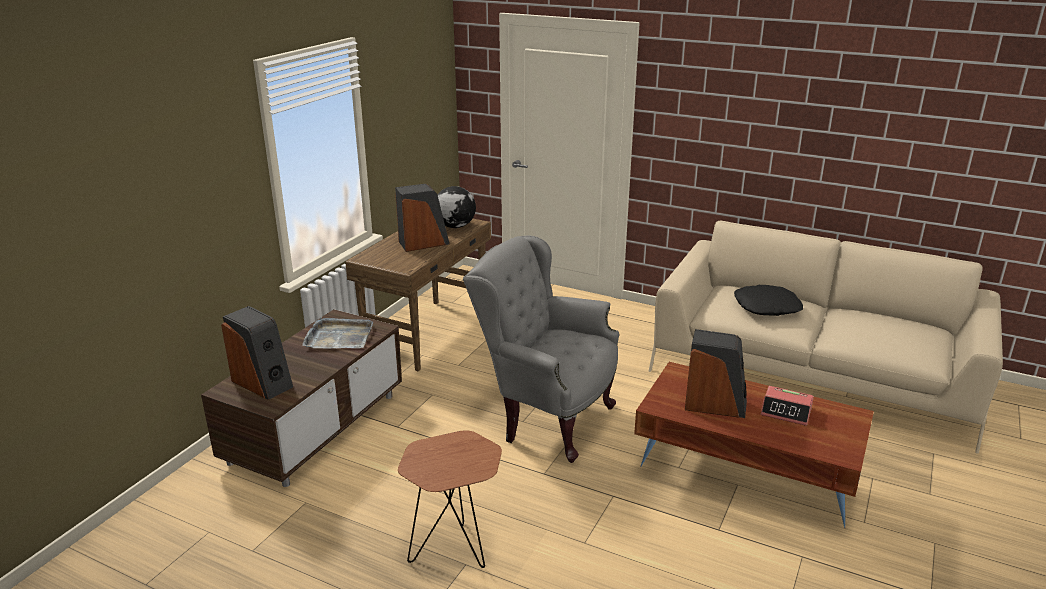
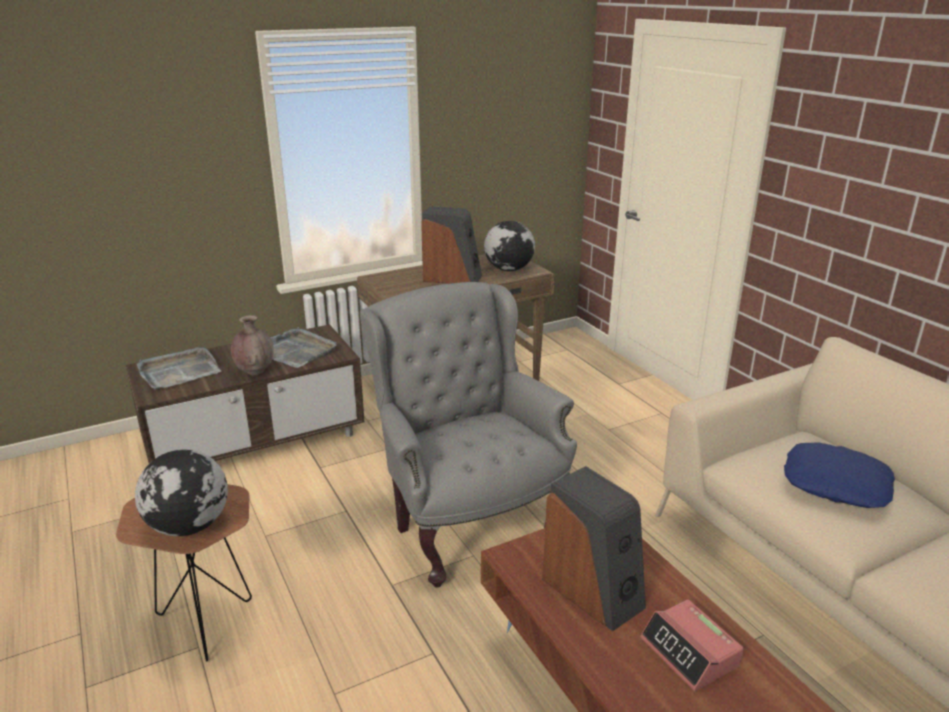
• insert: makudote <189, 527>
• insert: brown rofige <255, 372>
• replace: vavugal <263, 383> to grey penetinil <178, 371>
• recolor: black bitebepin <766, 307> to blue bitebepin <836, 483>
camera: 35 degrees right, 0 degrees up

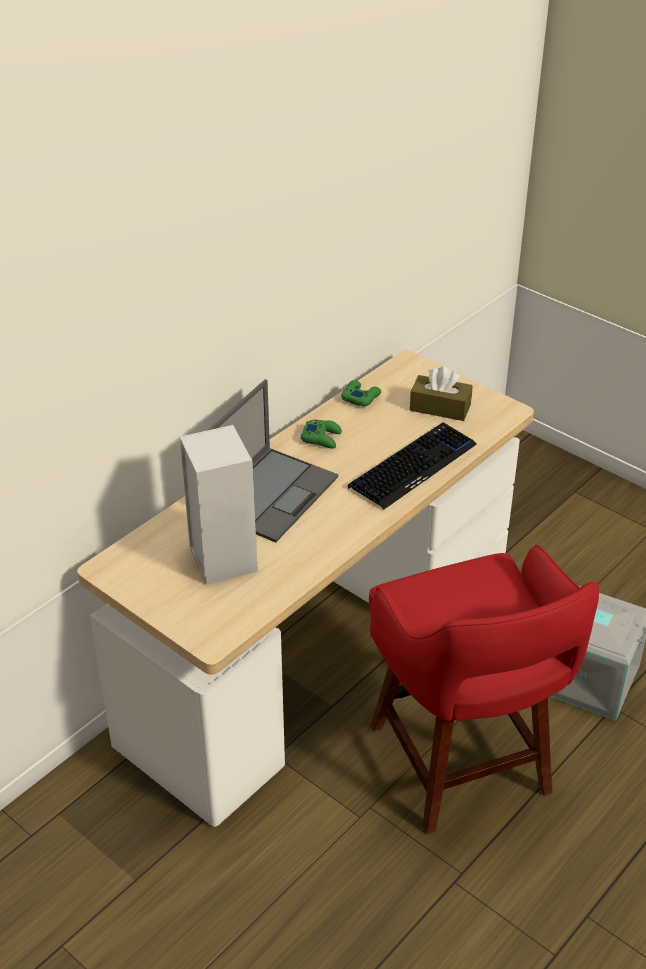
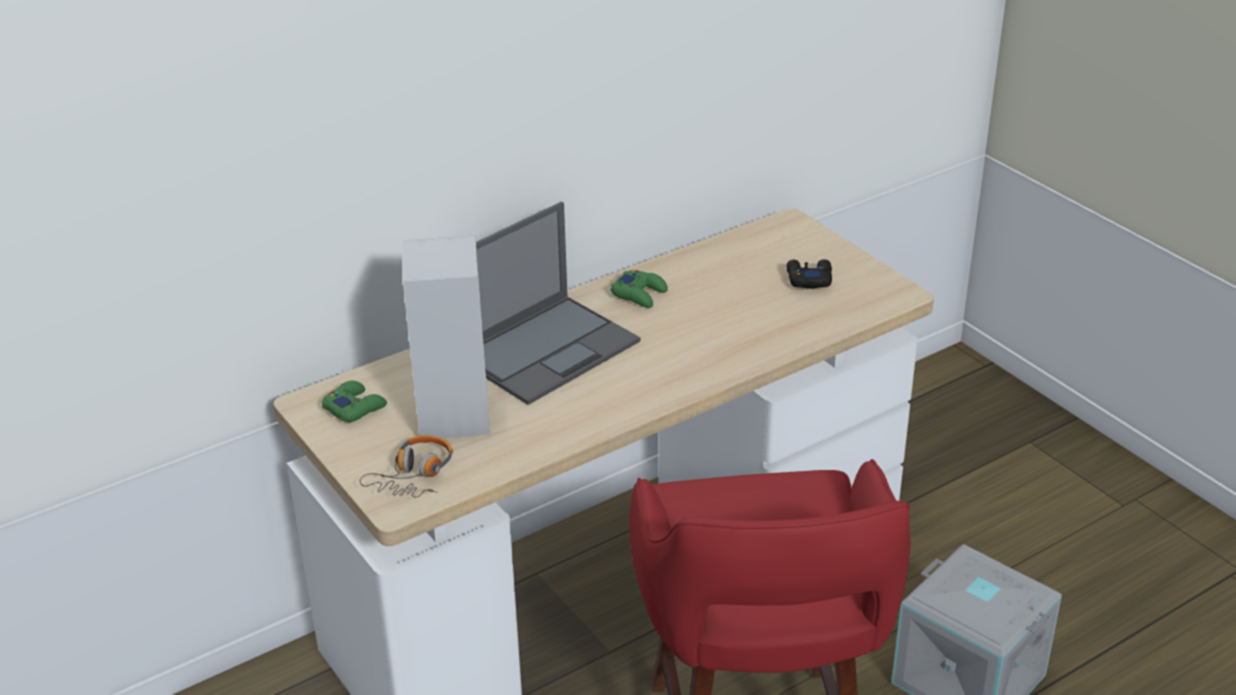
• delete: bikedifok <413, 466>
• insert: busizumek <414, 475>
• move: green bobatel <360, 397> to <354, 407>
• replace: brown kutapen <440, 407> to black bobatel <808, 279>
camera: 15 degrees right, 5 degrees down

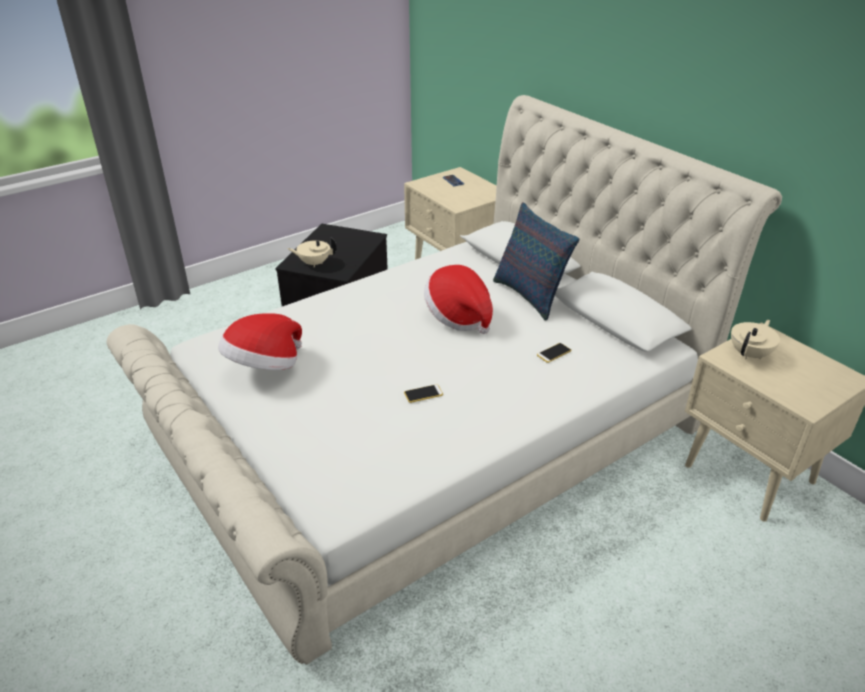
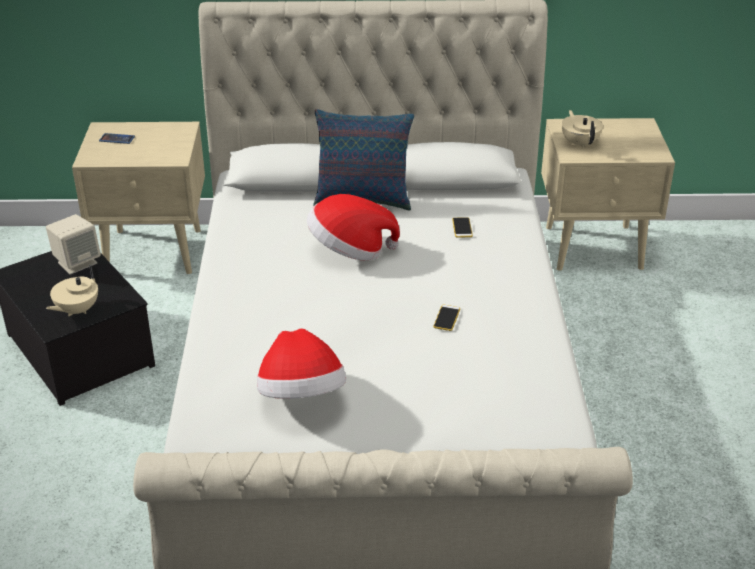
• insert: beige vavugal <77, 262>
camera: 55 degrees left, 0 degrees up

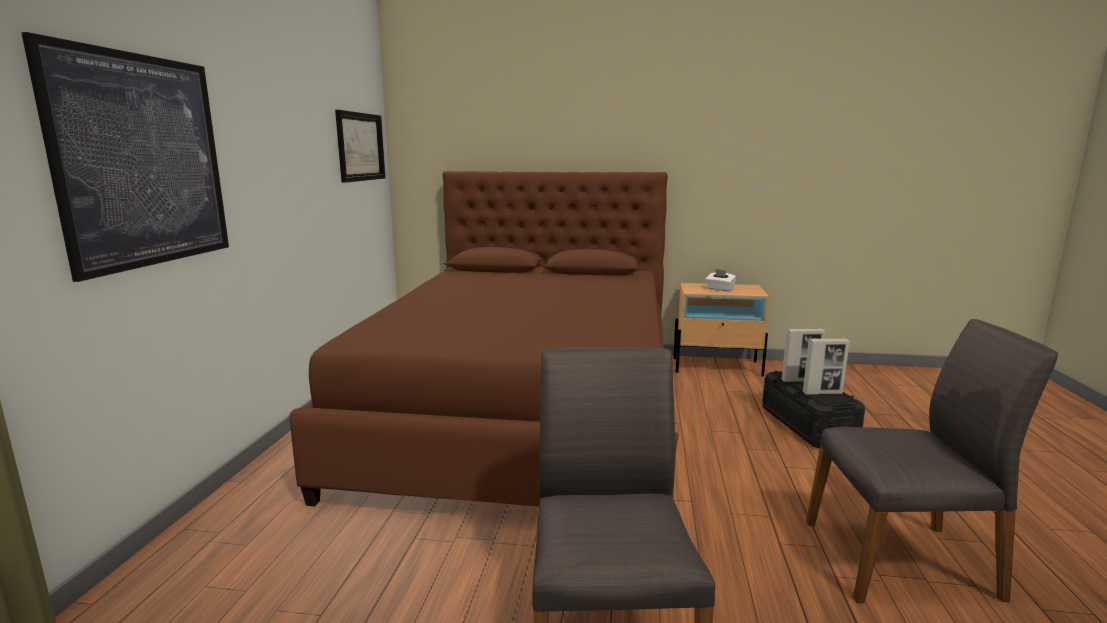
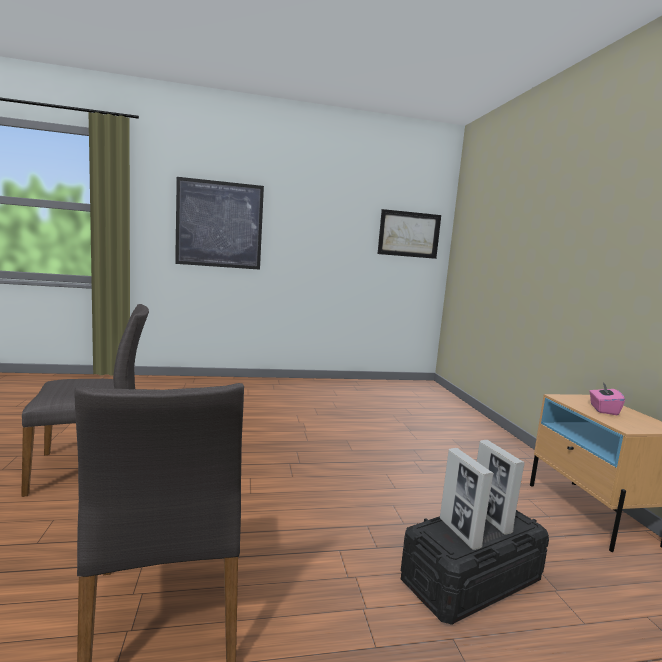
• delete: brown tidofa <527, 411>
• recolor: white kutapen <720, 289> to pink kutapen <603, 410>
camera: 70 degrees right, 5 degrees down

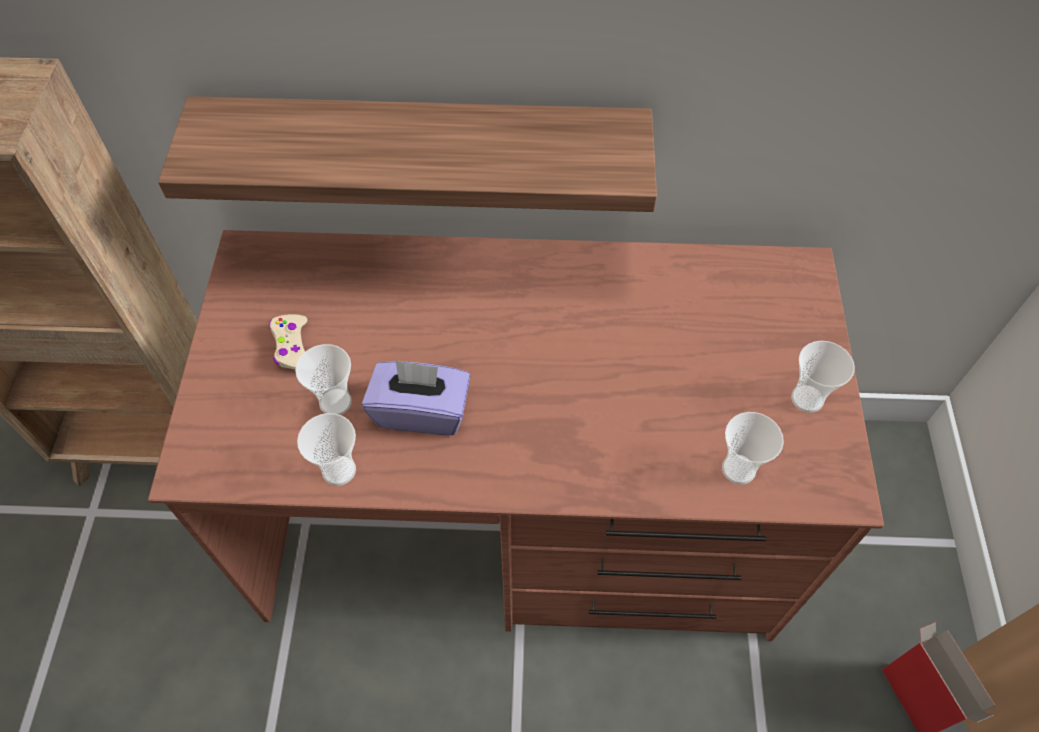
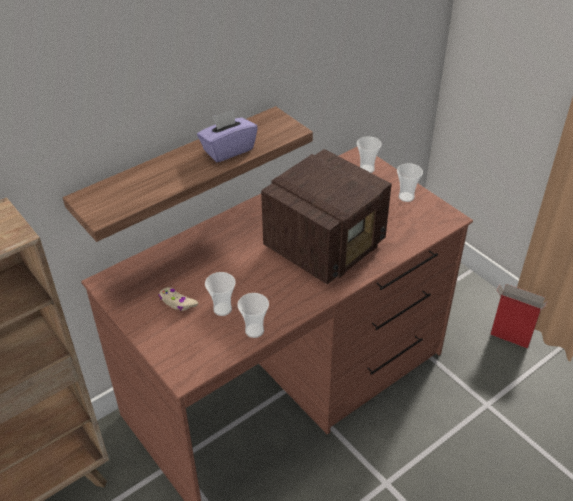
• insert: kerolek <326, 245>
• move: purple kutapen <421, 411> to <228, 150>
• move: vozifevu <738, 469> to <366, 169>
camera: 40 degrees left, 15 degrees down

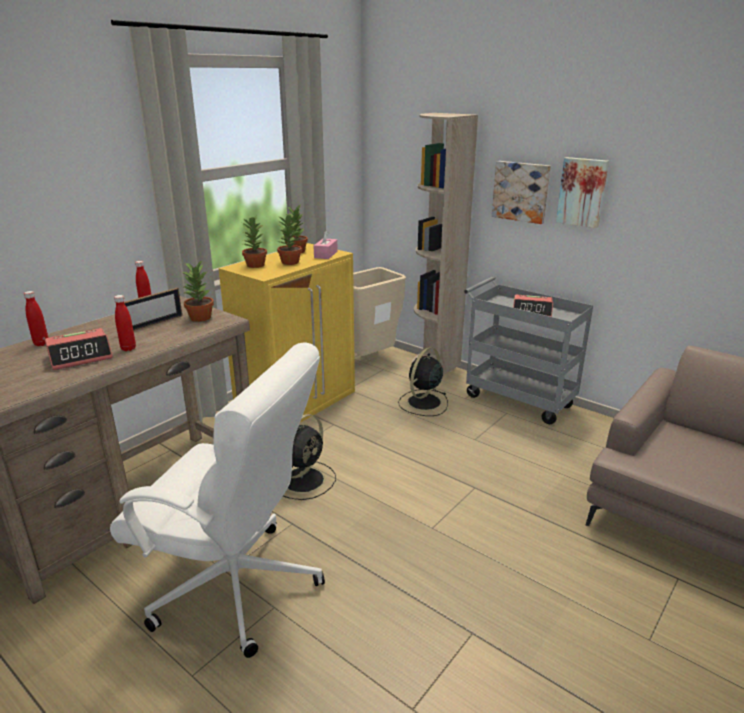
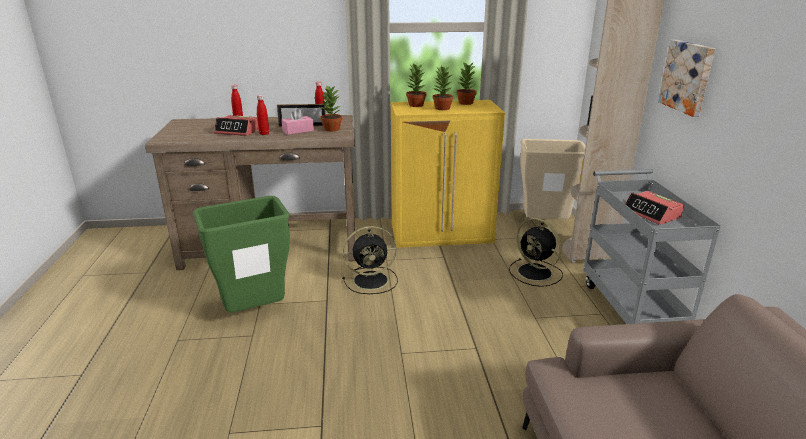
• delete: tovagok <582, 192>
• move: pink kutapen <325, 254> to <298, 131>
• replace: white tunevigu <235, 584> to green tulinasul <253, 313>
• rotate: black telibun <423, 403> = <536, 273> 120 degrees counterclockwise
camera: 45 degrees right, 0 degrees up

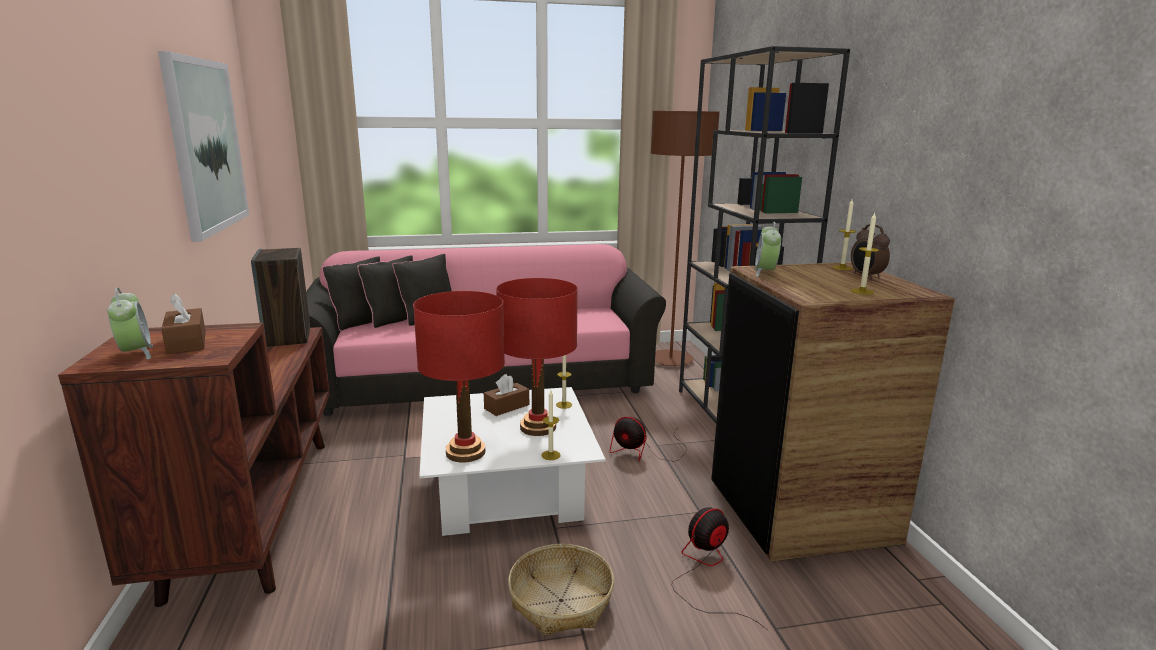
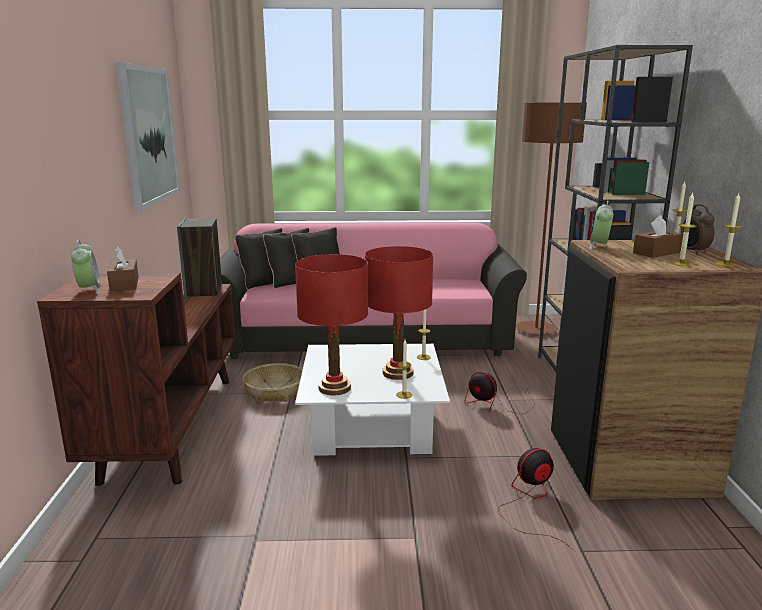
• insert: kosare <725, 264>
• move: brown kutapen <506, 407> to <656, 252>
• move: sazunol <561, 601> to <274, 391>
camera: 10 degrees right, 0 degrees up

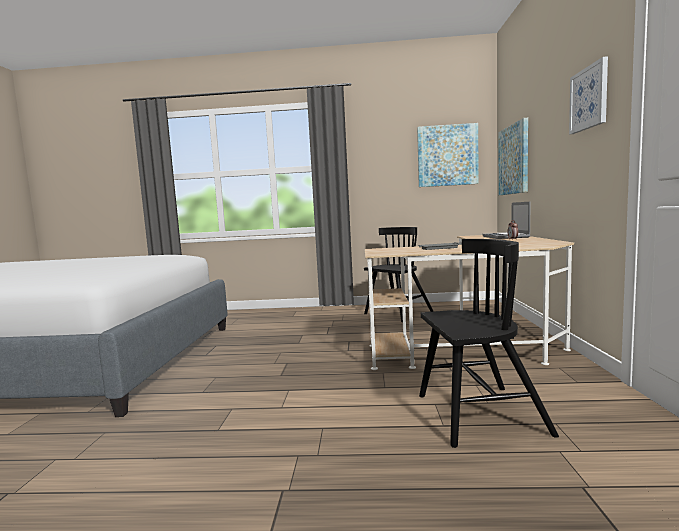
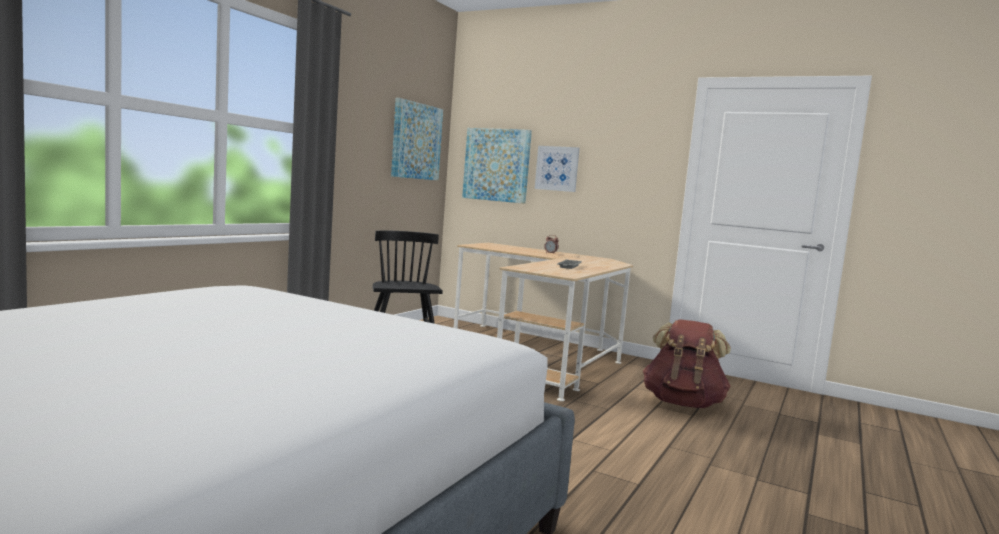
• delete: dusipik <506, 237>
• move: tovagok <589, 98> to <557, 168>
• replace: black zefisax <473, 414> to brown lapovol <683, 403>
camera: 65 degrees left, 0 degrees up

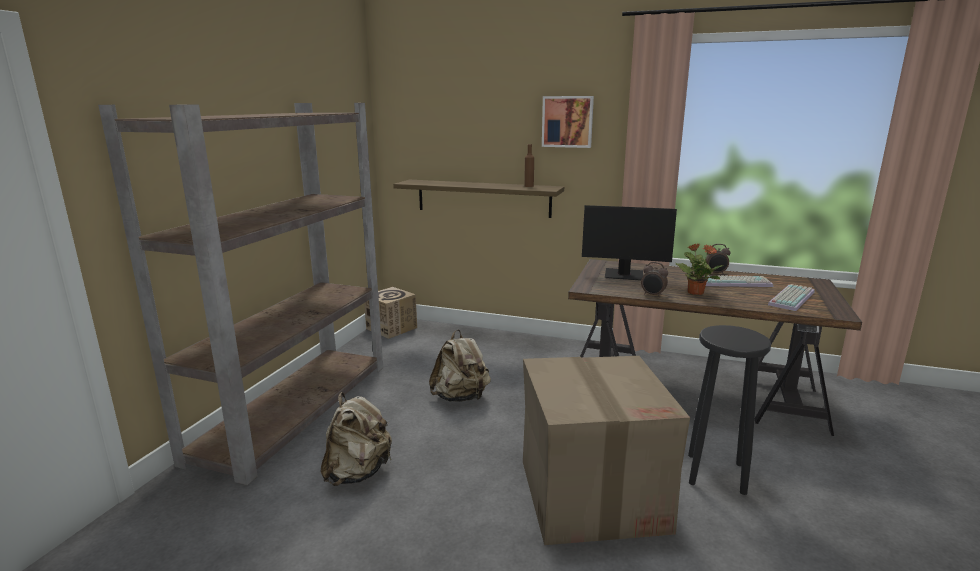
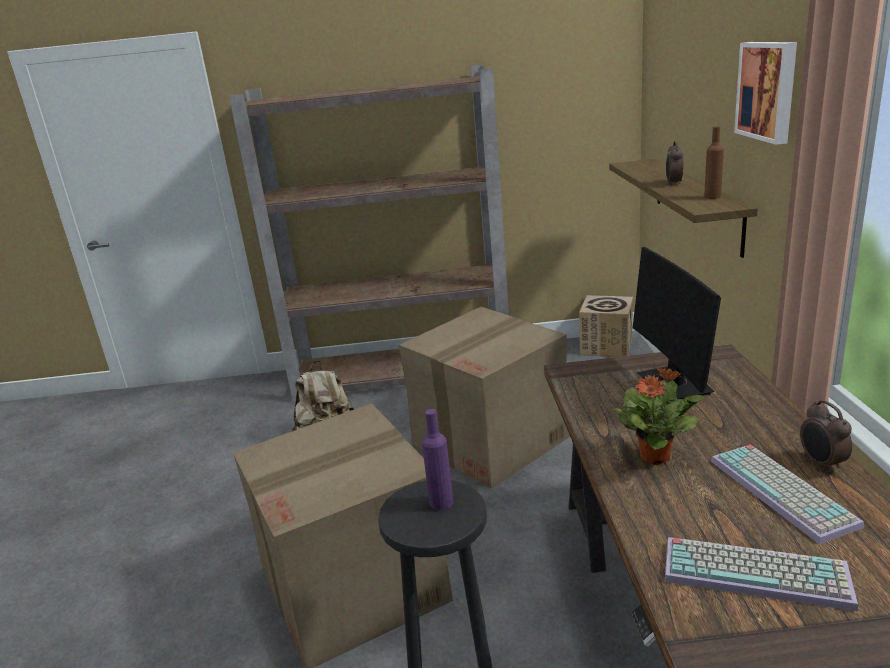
• insert: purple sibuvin <441, 502>
• move: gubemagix <653, 295> to <673, 183>
• replace: beige lapovol <461, 397> to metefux <491, 440>
camera: 70 degrees right, 5 degrees up

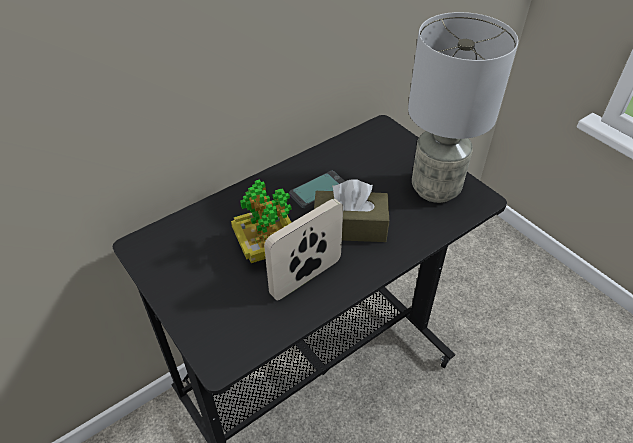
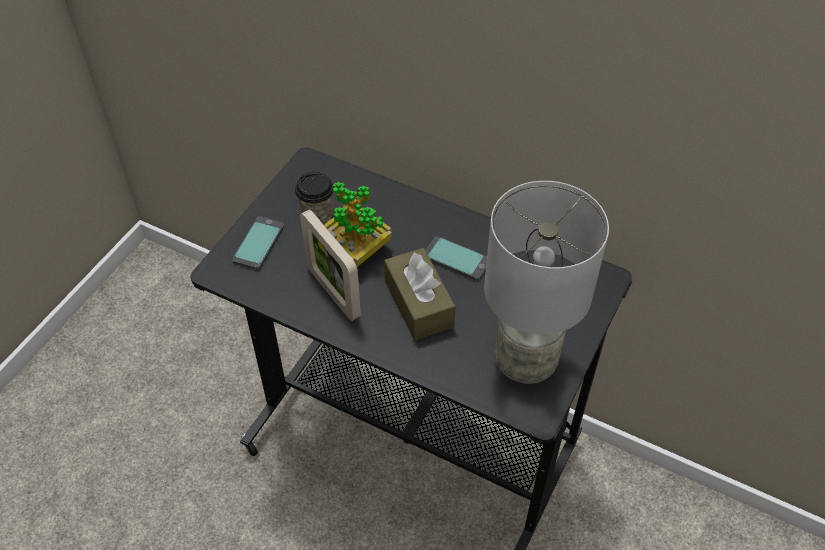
• insert: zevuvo <258, 244>
• insert: vozifevu <317, 217>
• rotate: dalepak <306, 278> = <333, 293> 150 degrees counterclockwise
camera: 65 degrees right, 5 degrees up

